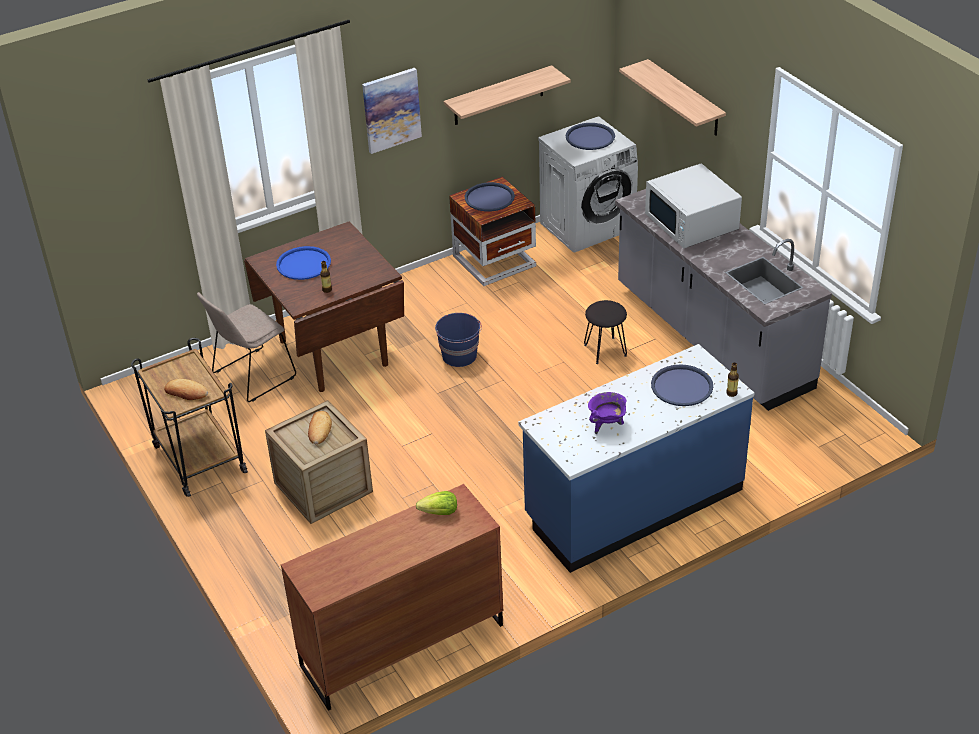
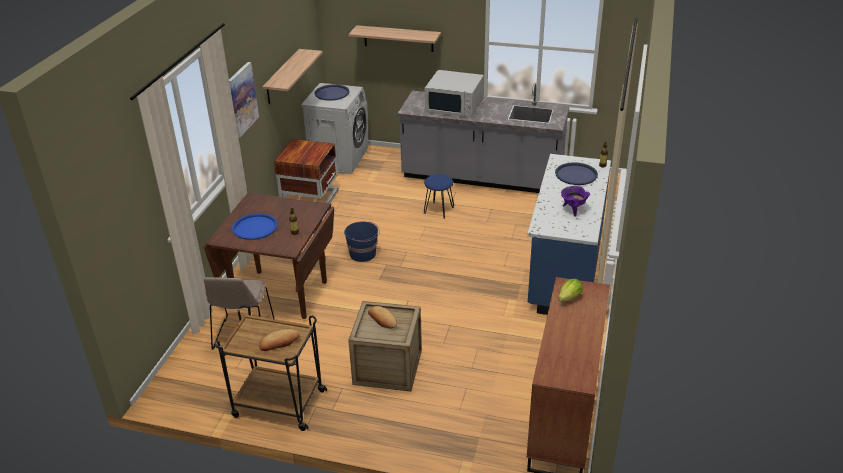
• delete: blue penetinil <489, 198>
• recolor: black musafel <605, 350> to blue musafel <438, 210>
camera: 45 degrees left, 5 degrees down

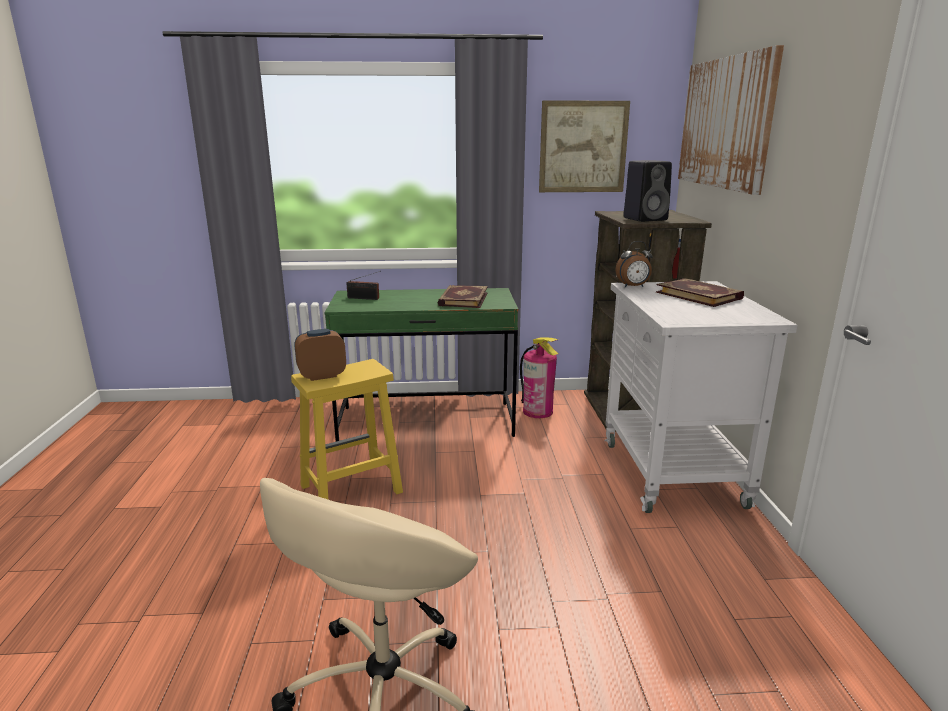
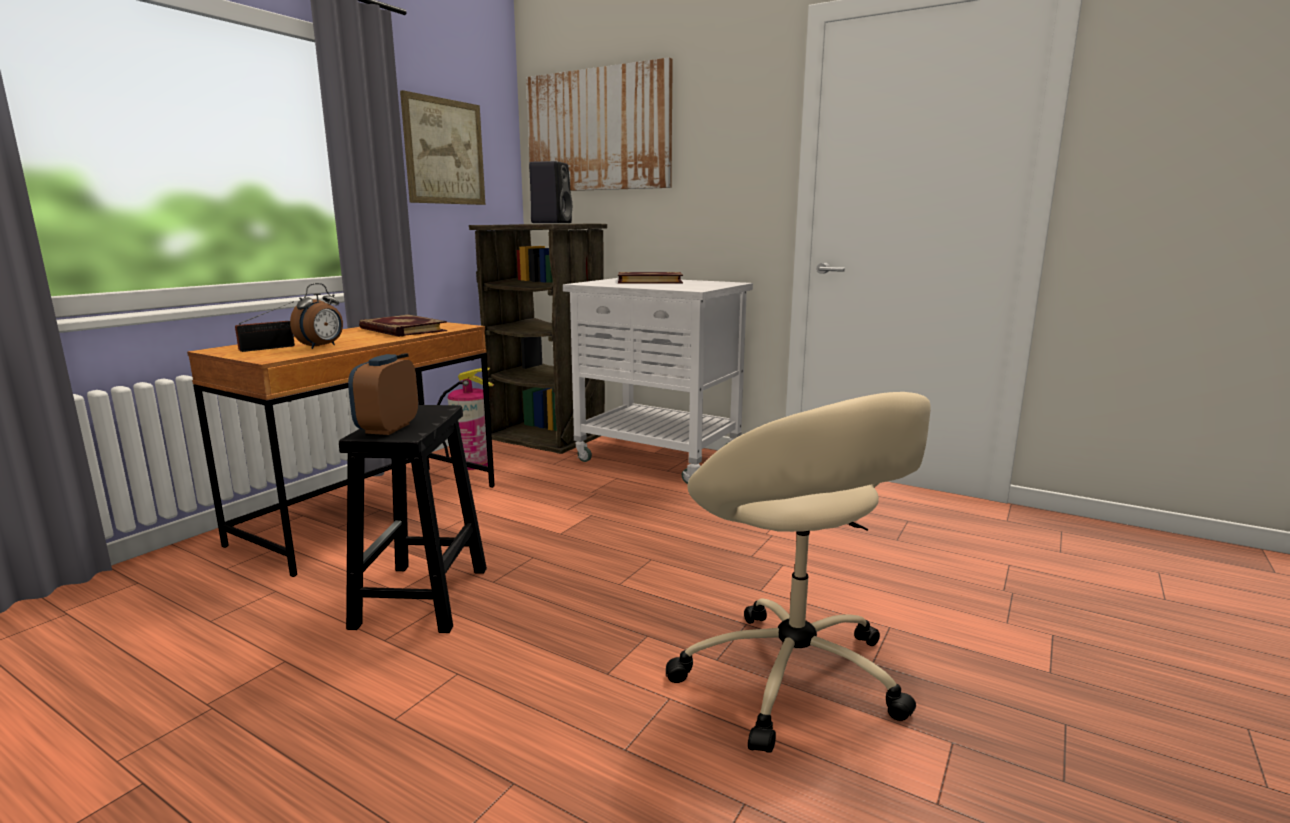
• move: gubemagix <633, 287> to <322, 346>
• recolor: yellow musafel <349, 490> to black musafel <422, 598>
• recolor: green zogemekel <426, 422> to brown zogemekel <372, 513>
camera: 55 degrees left, 5 degrees down

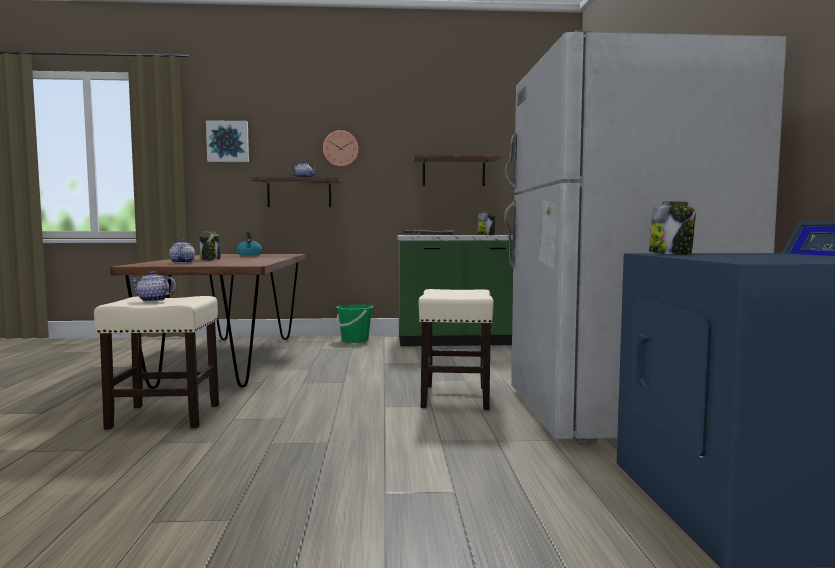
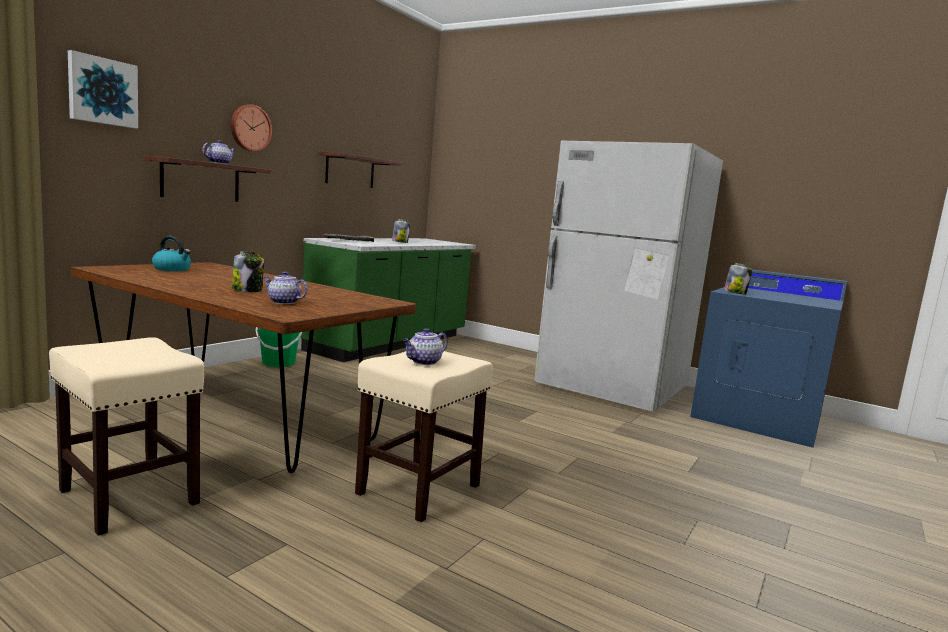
• move: beige musafel <455, 396> to <128, 496>
camera: 55 degrees left, 5 degrees up

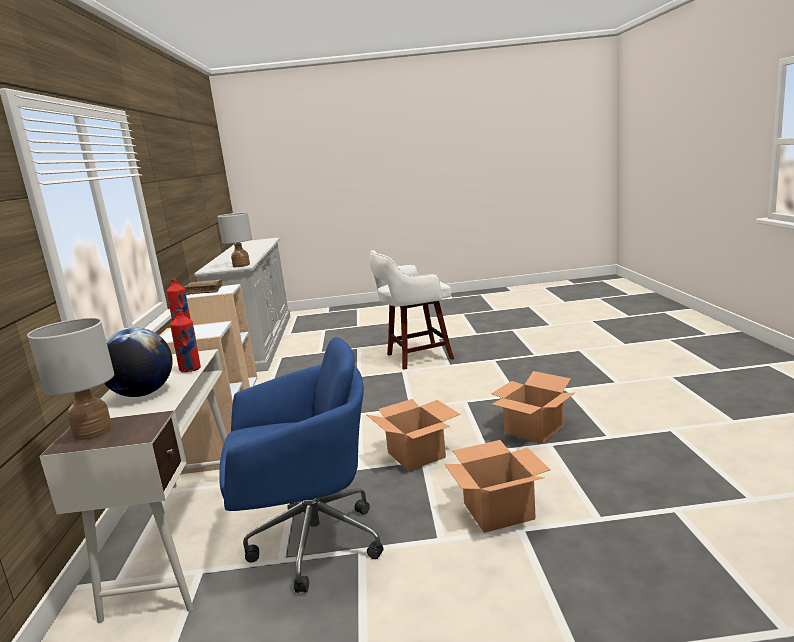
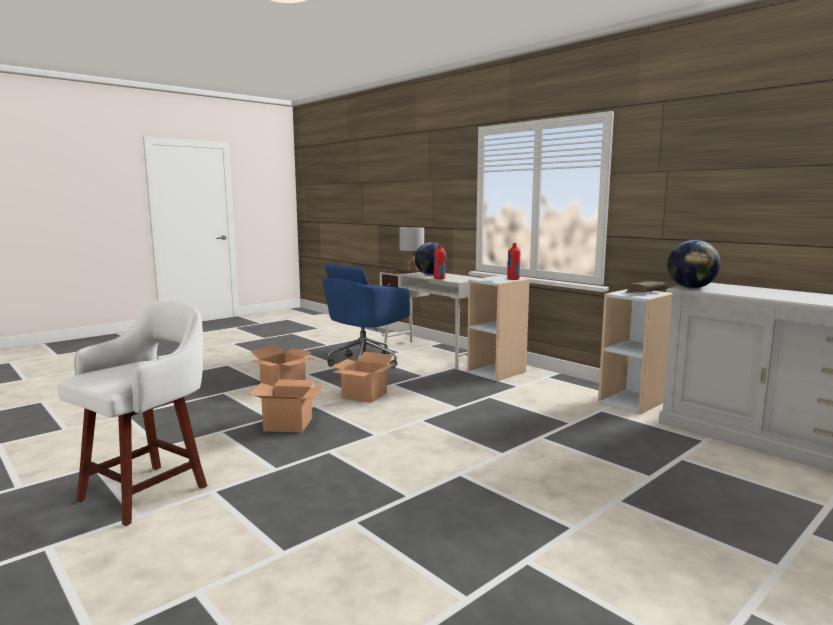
• move: white musafel <416, 357> to <149, 491>
• replace: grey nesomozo <241, 265> to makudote <691, 288>
camera: 140 degrees right, 5 degrees down

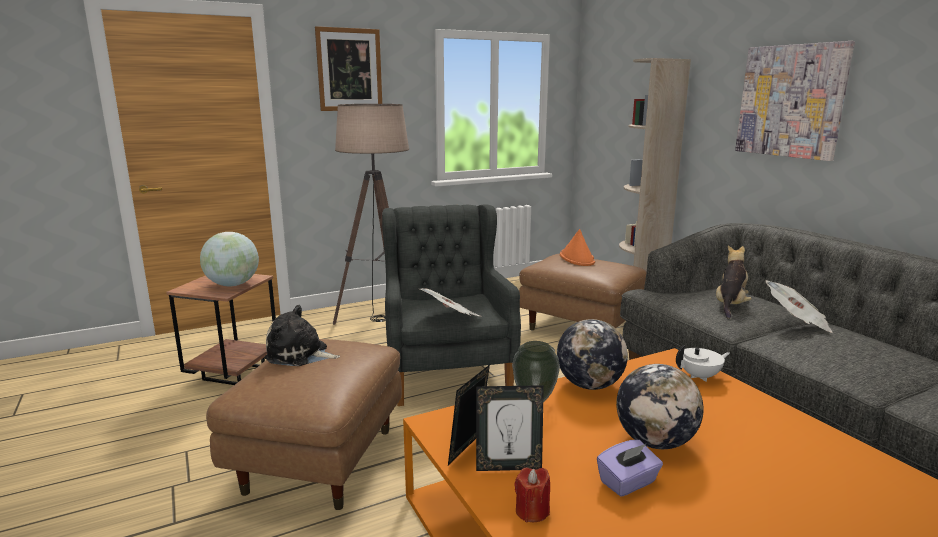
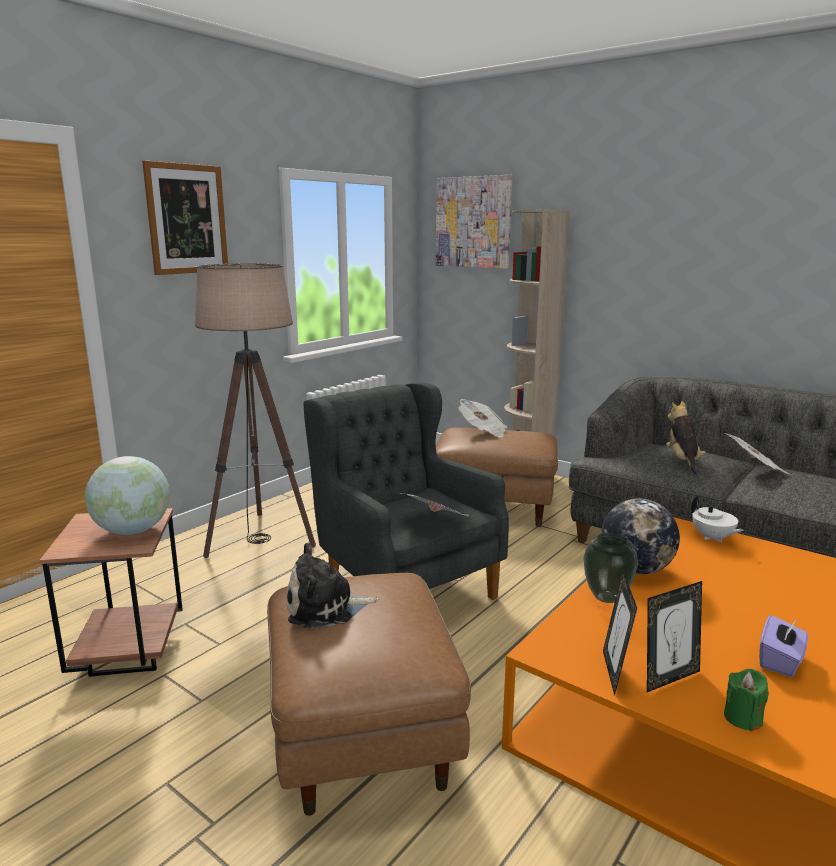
• delete: makudote <655, 442>
• move: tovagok <791, 101> to <473, 222>
• replace: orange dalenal <577, 258> to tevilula <483, 431>
• recolor: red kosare <532, 511> to green kosare <742, 718>
• rotate: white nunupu <700, 376> = <712, 538> 105 degrees clockwise
camera: 25 degrees left, 0 degrees up

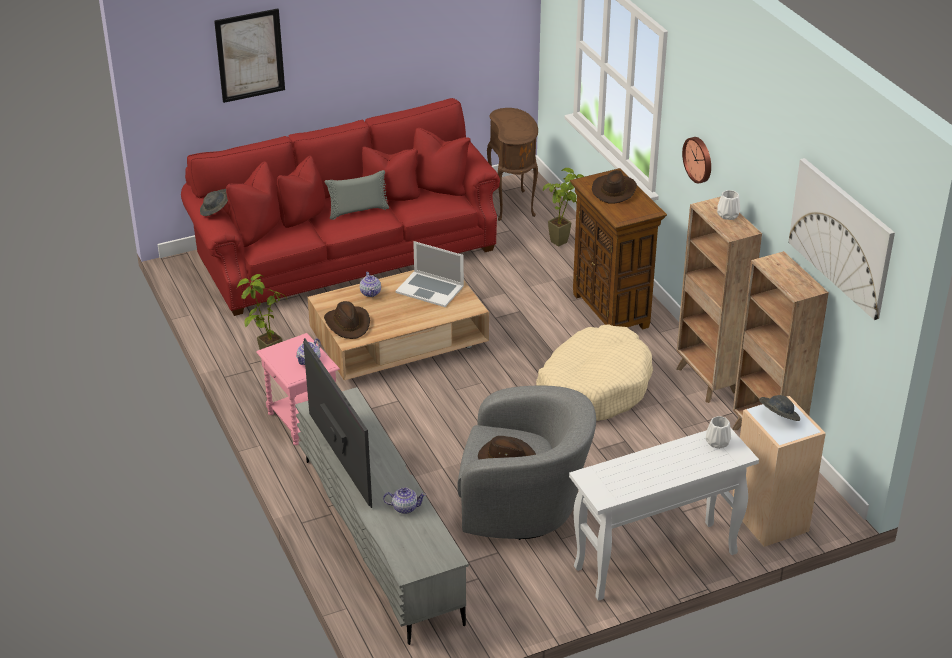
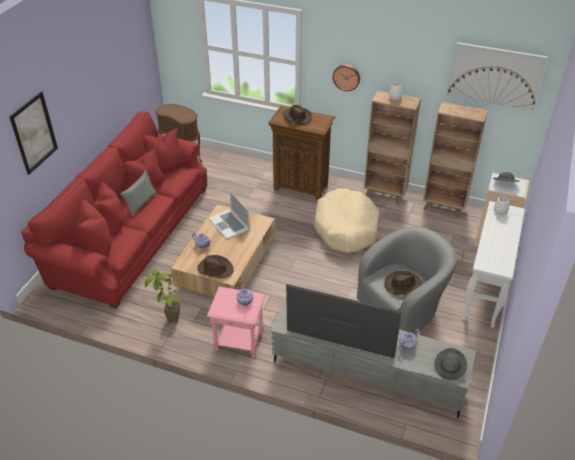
• delete: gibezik <565, 241>
• move: grey dalenal <216, 210> to <449, 369>
• rotate: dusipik <430, 289> = <229, 224> 75 degrees clockwise
camera: 45 degrees left, 5 degrees up

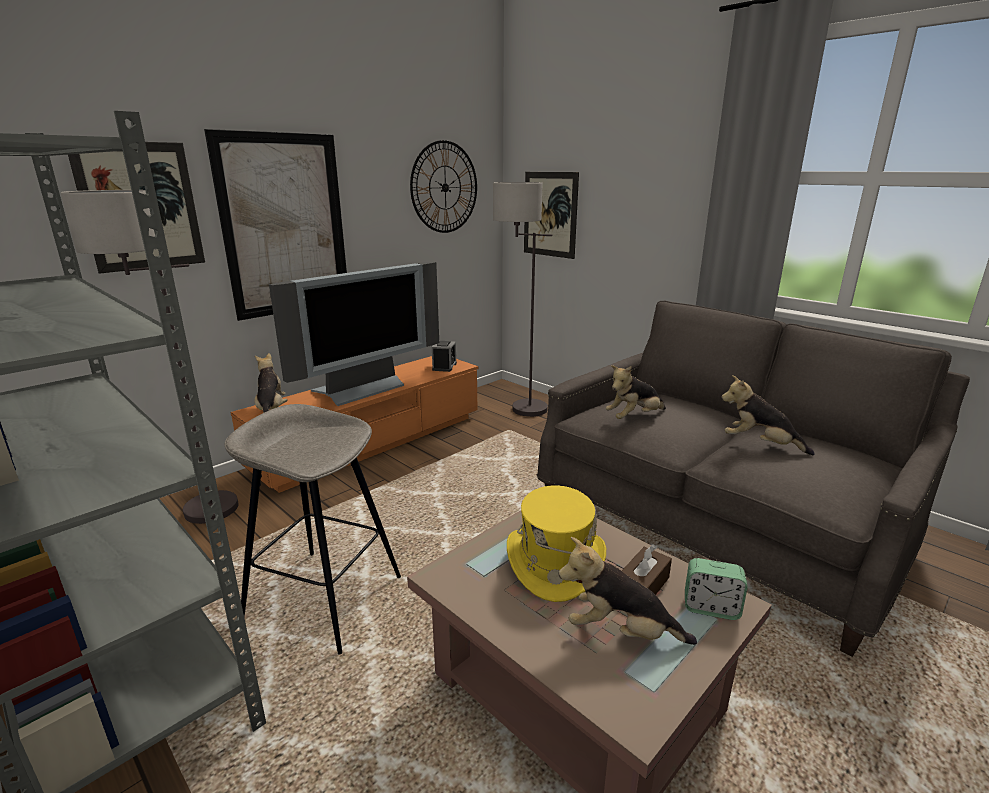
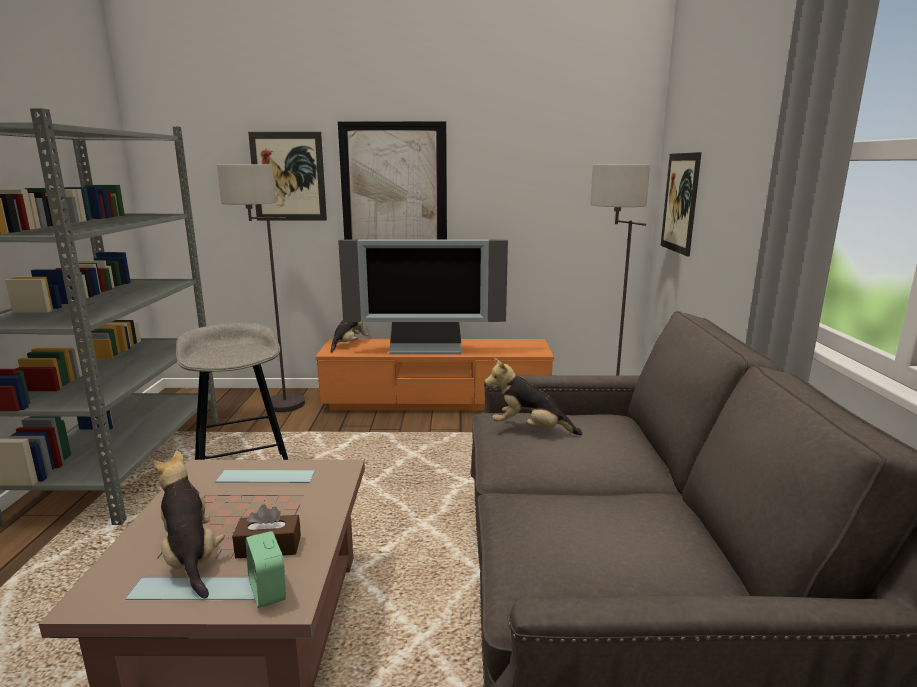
• delete: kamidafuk <445, 187>
• delete: gubemagix <444, 366>
• delete: yellow dalenal <554, 562>
• delete: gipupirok <760, 444>
camera: 45 degrees right, 5 degrees down

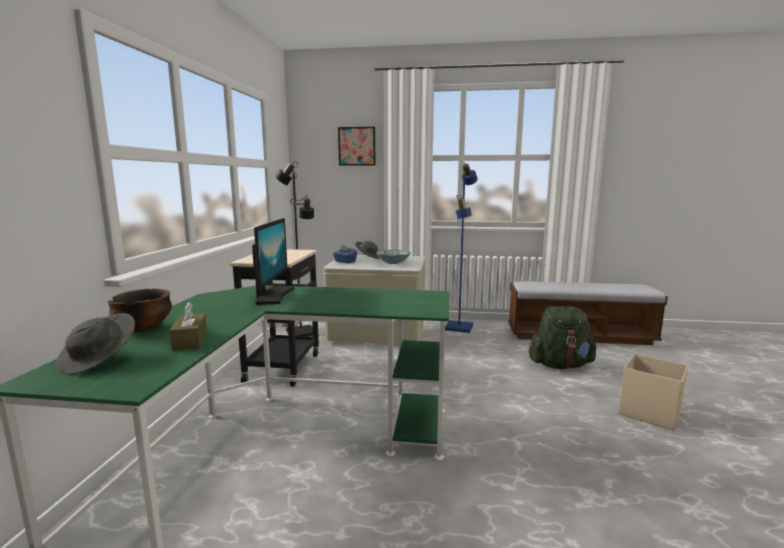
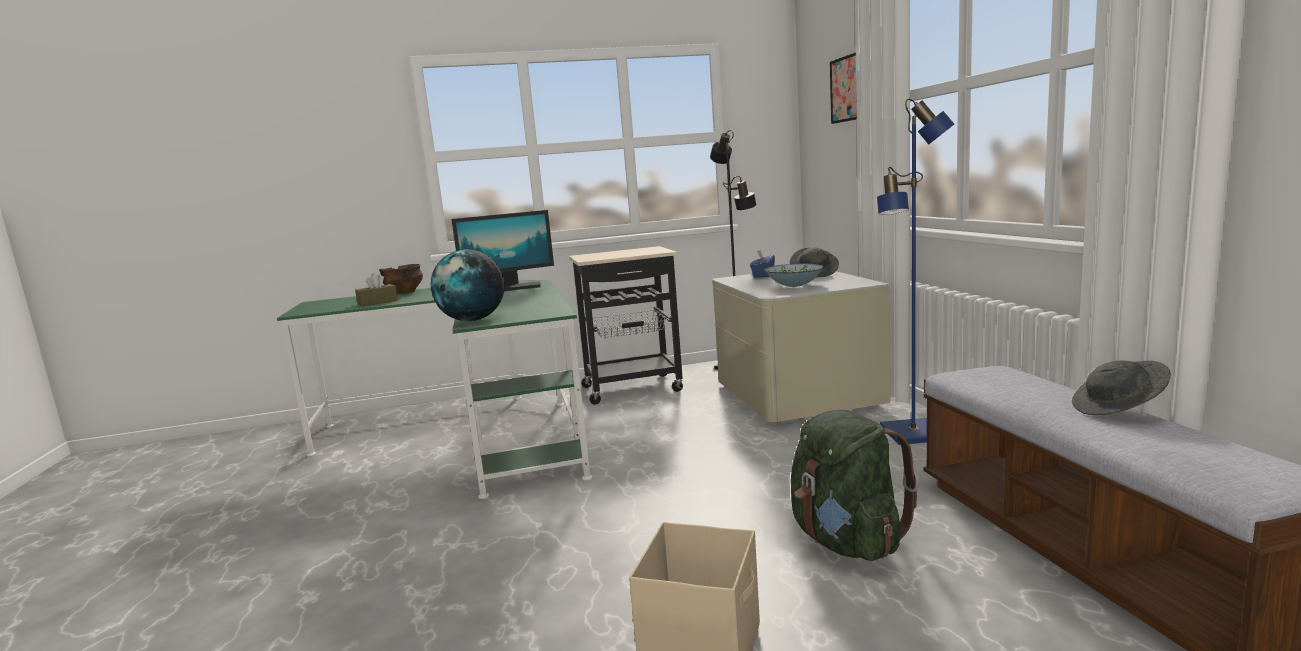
• insert: makudote <473, 320>
• move: grey dalenal <99, 360> to <1118, 409>
camera: 70 degrees right, 0 degrees up

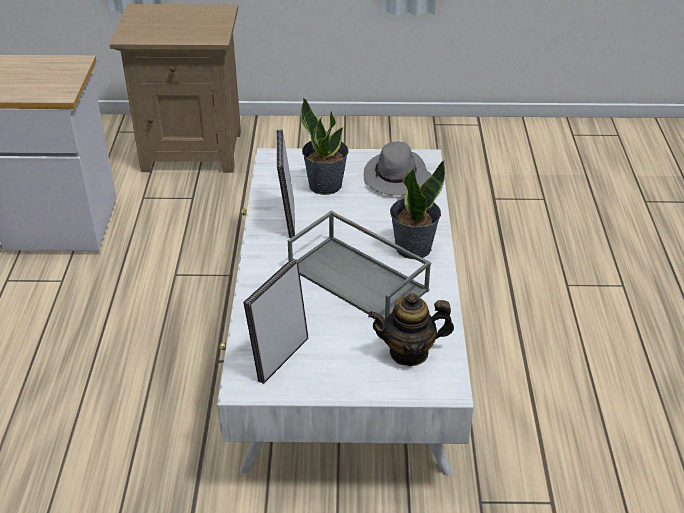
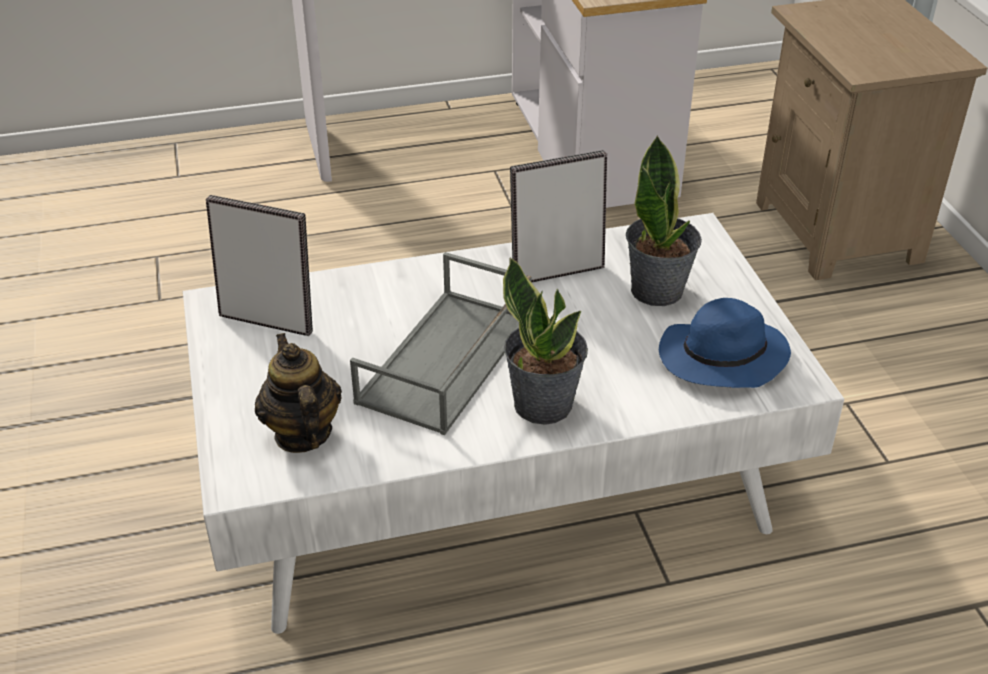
• recolor: grey dalenal <396, 178> to blue dalenal <721, 359>
camera: 75 degrees right, 0 degrees up

